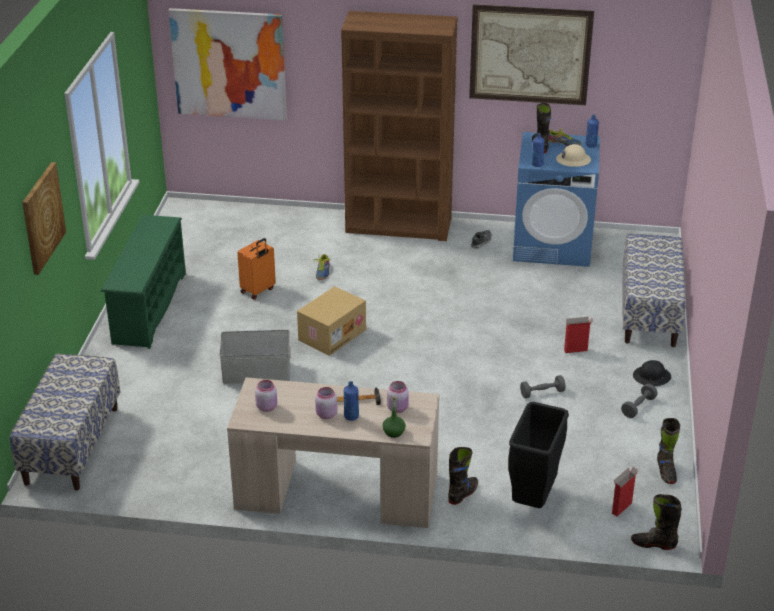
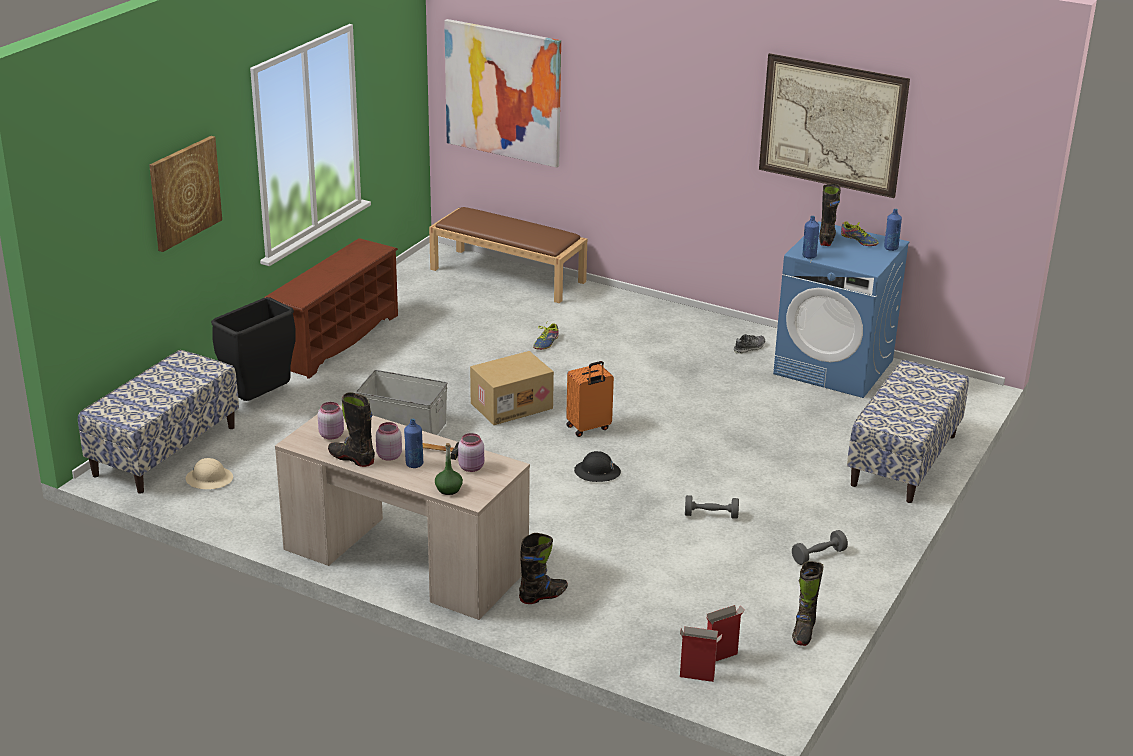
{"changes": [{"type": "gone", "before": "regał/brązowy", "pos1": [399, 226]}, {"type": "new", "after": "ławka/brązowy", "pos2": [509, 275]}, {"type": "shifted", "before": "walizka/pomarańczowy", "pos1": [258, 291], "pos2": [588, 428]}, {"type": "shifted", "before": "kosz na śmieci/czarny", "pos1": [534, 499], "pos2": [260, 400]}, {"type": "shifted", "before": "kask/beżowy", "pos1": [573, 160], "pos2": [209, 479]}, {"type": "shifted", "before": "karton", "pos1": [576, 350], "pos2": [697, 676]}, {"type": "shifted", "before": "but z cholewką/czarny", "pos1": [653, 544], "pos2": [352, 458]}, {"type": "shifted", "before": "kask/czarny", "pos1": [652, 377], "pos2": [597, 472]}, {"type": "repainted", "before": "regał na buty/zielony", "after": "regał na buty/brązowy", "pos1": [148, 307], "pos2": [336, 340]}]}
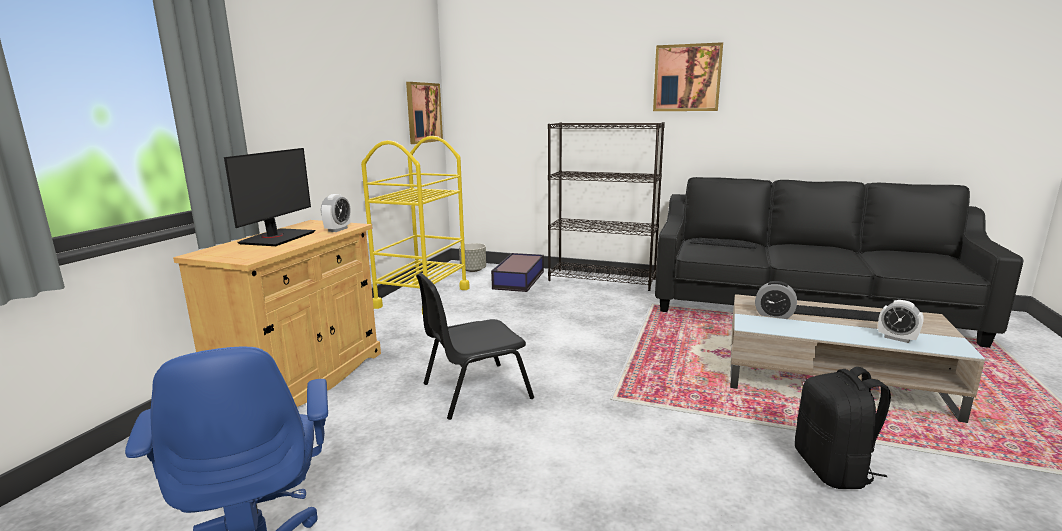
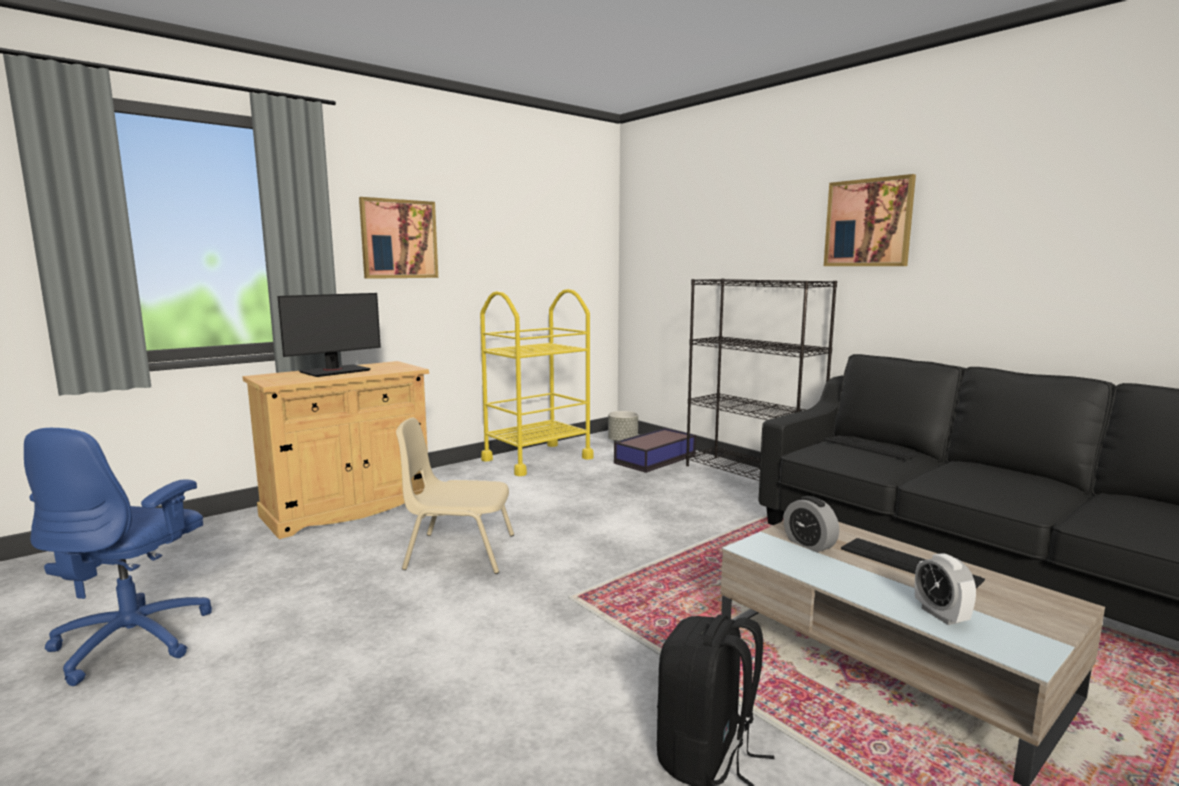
{"changes": [{"type": "gone", "before": "budzik", "pos1": [338, 229]}, {"type": "shifted", "before": "obraz", "pos1": [423, 112], "pos2": [399, 239]}, {"type": "repainted", "before": "krzesło/czarny", "after": "krzesło/beżowy", "pos1": [474, 391], "pos2": [459, 552]}]}
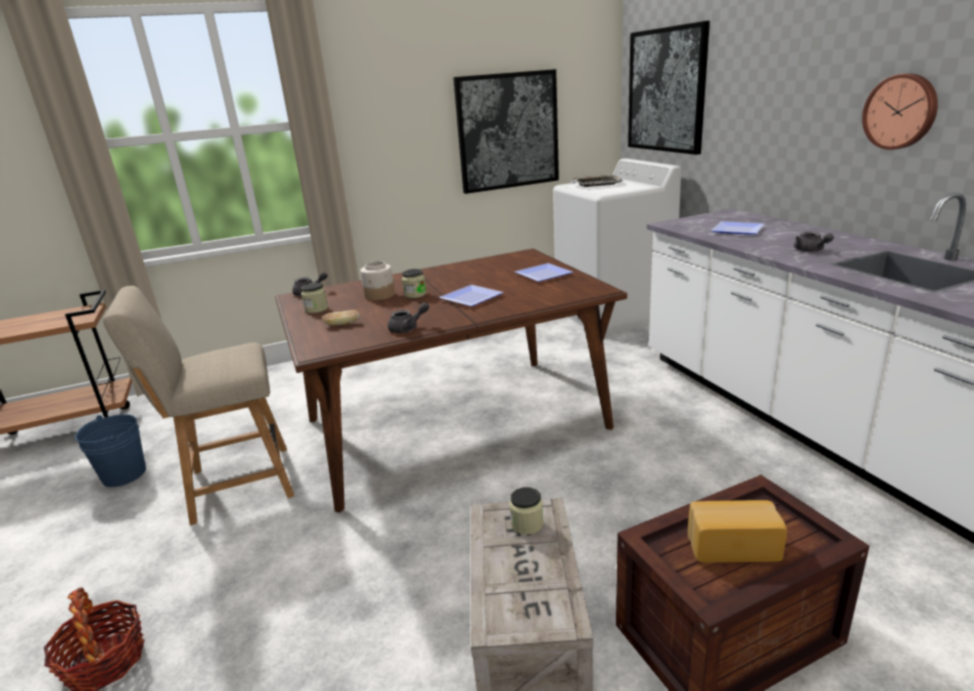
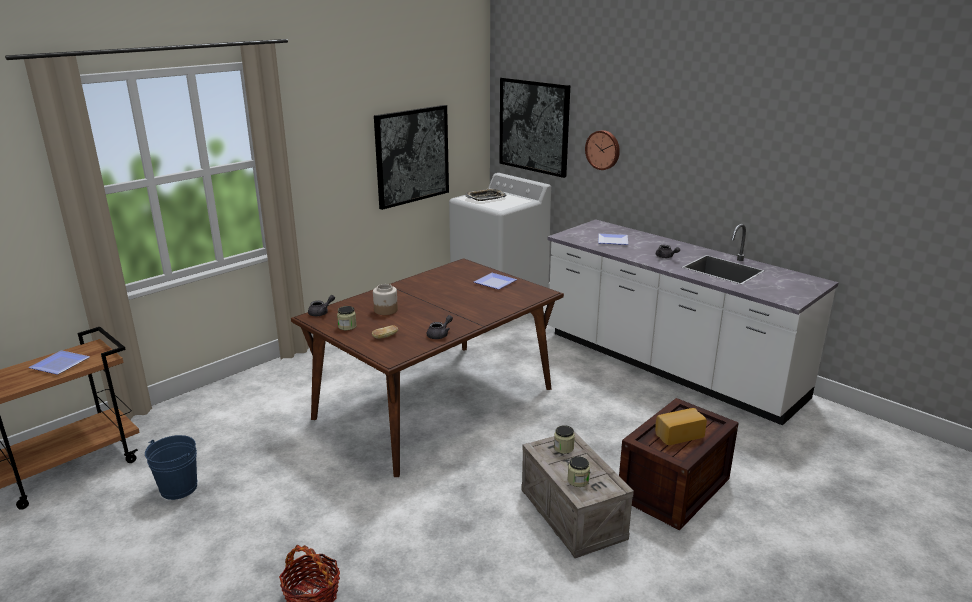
{"changes": [{"type": "gone", "before": "krzesło/beżowy", "pos1": [235, 485]}, {"type": "shifted", "before": "słoik", "pos1": [415, 294], "pos2": [578, 480]}, {"type": "shifted", "before": "talerz", "pos1": [469, 298], "pos2": [58, 365]}, {"type": "shifted", "before": "zegar ścienny", "pos1": [901, 112], "pos2": [603, 149]}]}
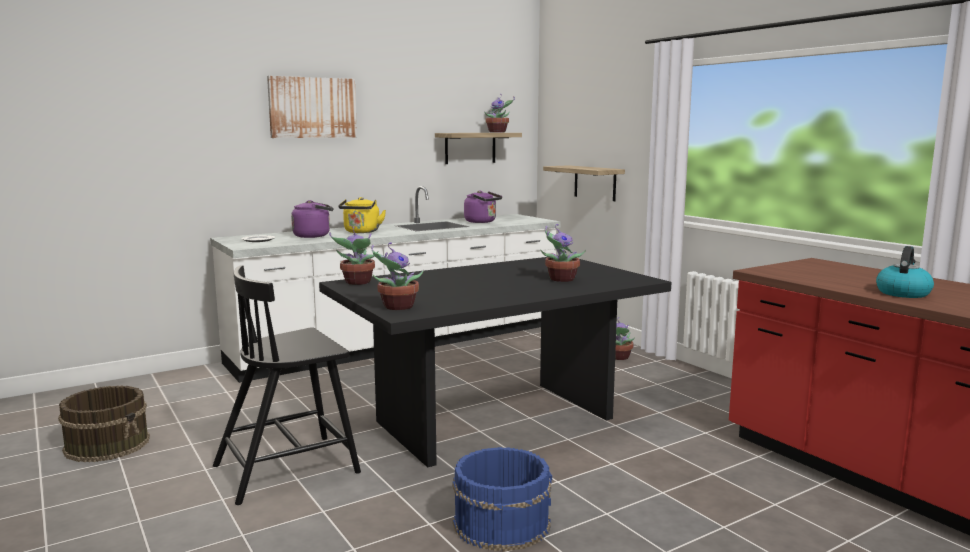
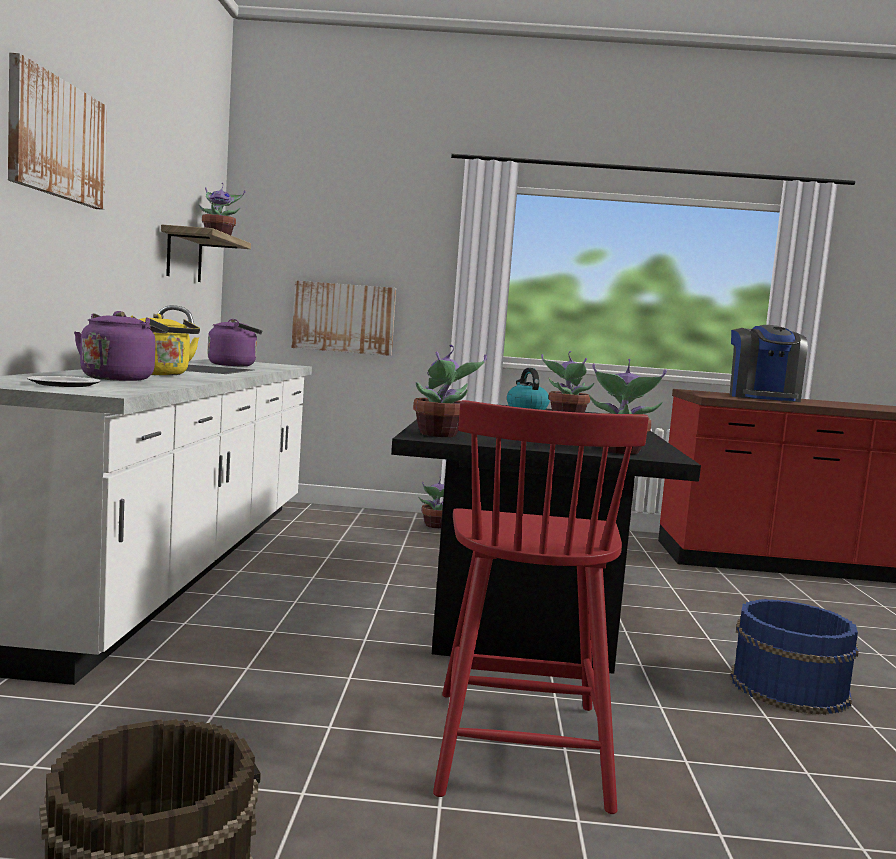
{"changes": [{"type": "new", "after": "ekspres do kawy", "pos2": [762, 398]}, {"type": "shifted", "before": "czajnik", "pos1": [902, 293], "pos2": [526, 408]}, {"type": "swapped", "before": "półka", "after": "obraz", "pos1": [595, 183], "pos2": [344, 318]}, {"type": "repainted", "before": "krzesło/czarny", "after": "krzesło/czerwony", "pos1": [289, 468], "pos2": [519, 744]}]}
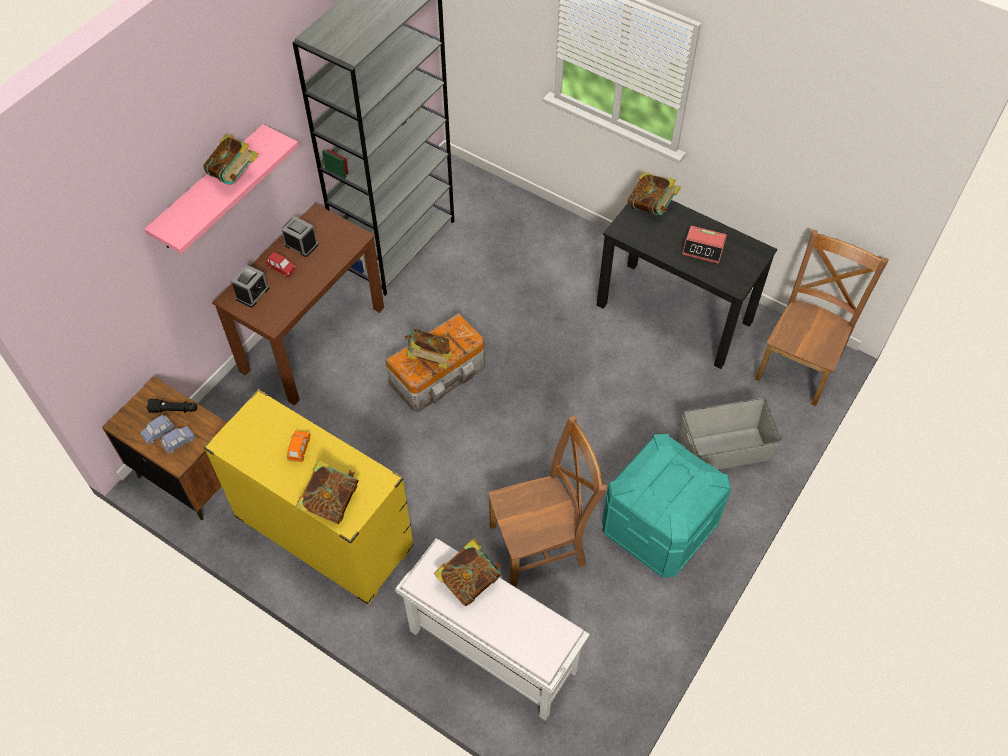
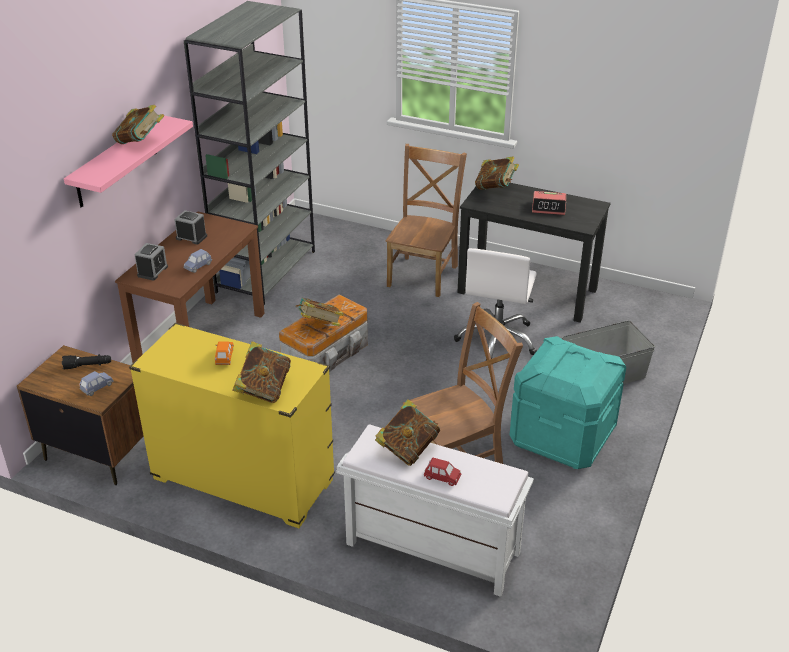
{"changes": [{"type": "new", "after": "krzesło biurowe/biały", "pos2": [497, 340]}, {"type": "shifted", "before": "samochodzik/niebieski", "pos1": [158, 433], "pos2": [198, 266]}, {"type": "shifted", "before": "samochodzik/czerwony", "pos1": [281, 269], "pos2": [442, 477]}, {"type": "shifted", "before": "krzesło/brązowy", "pos1": [799, 364], "pos2": [423, 274]}]}
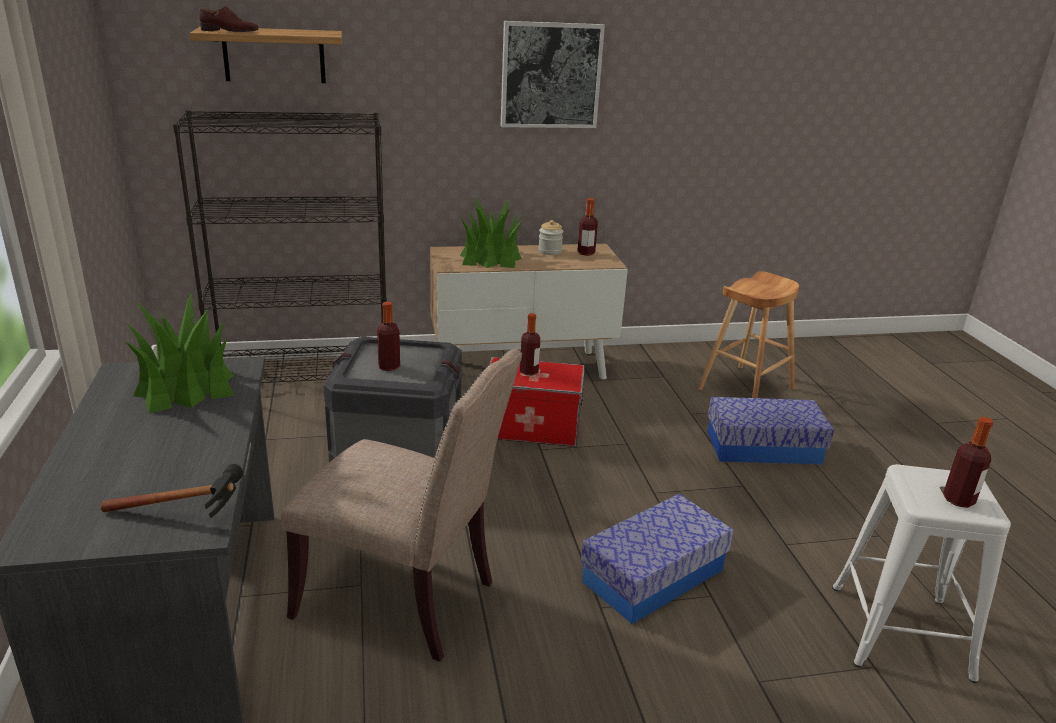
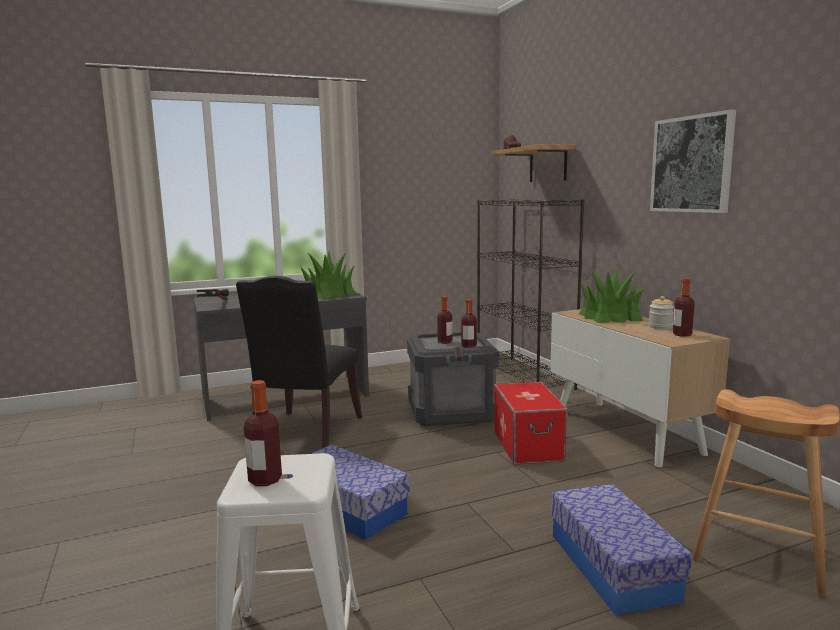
{"changes": [{"type": "shifted", "before": "butelka", "pos1": [529, 371], "pos2": [469, 346]}, {"type": "repainted", "before": "krzesło/beżowy", "after": "krzesło/czarny", "pos1": [404, 598], "pos2": [307, 434]}]}
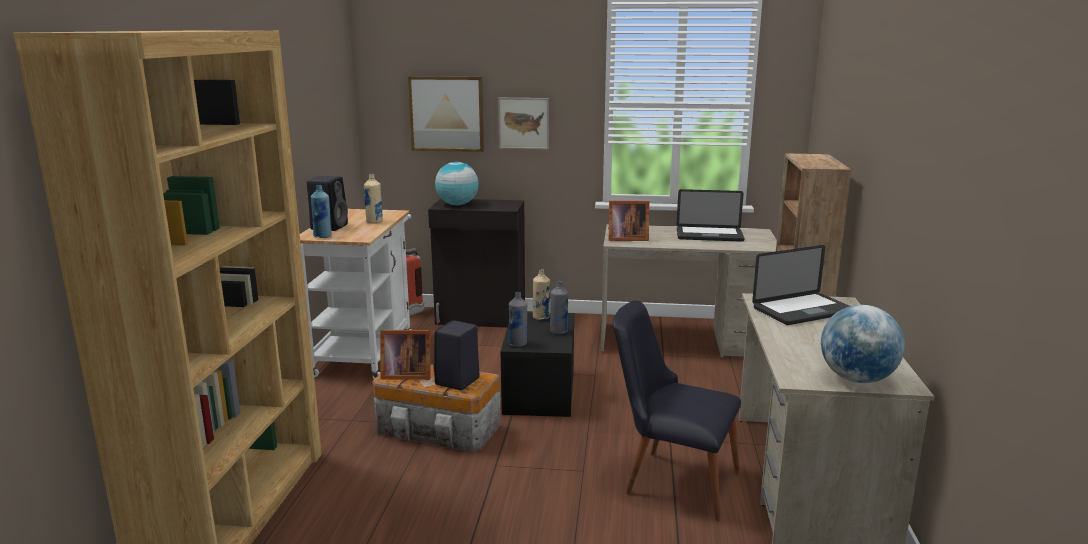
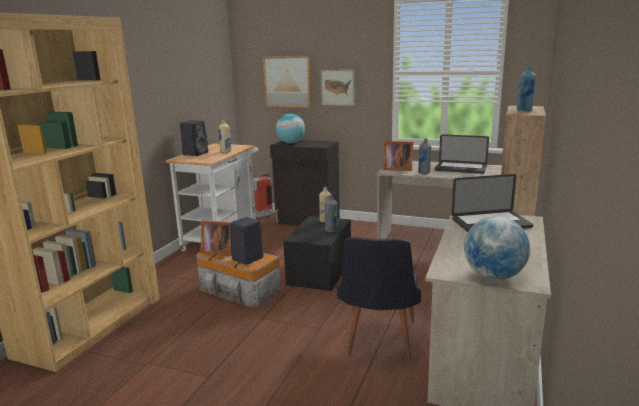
{"changes": [{"type": "shifted", "before": "butelka/niebieski", "pos1": [323, 236], "pos2": [524, 111]}, {"type": "shifted", "before": "butelka/szary", "pos1": [518, 344], "pos2": [424, 173]}, {"type": "rotated", "before": "krzesło/czarny", "pos1": [671, 479], "pos2": [379, 342], "turn": -120}]}
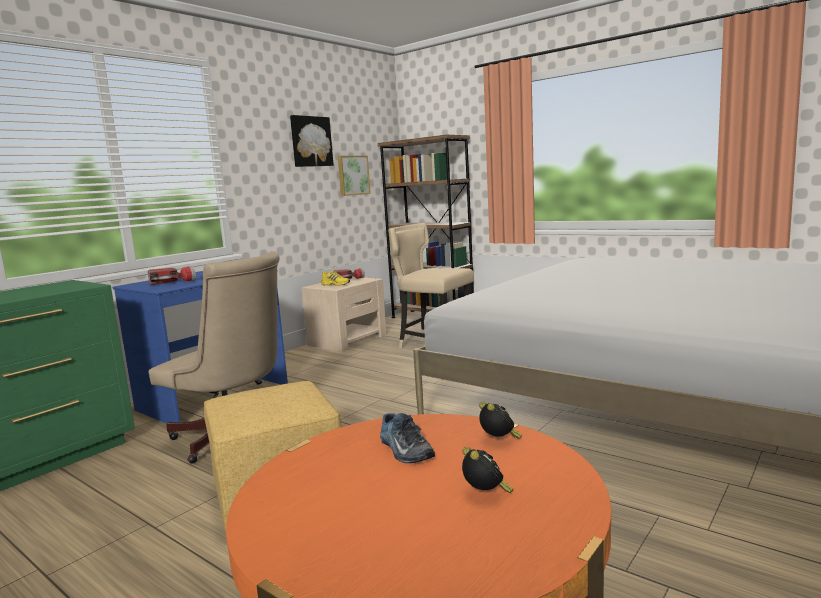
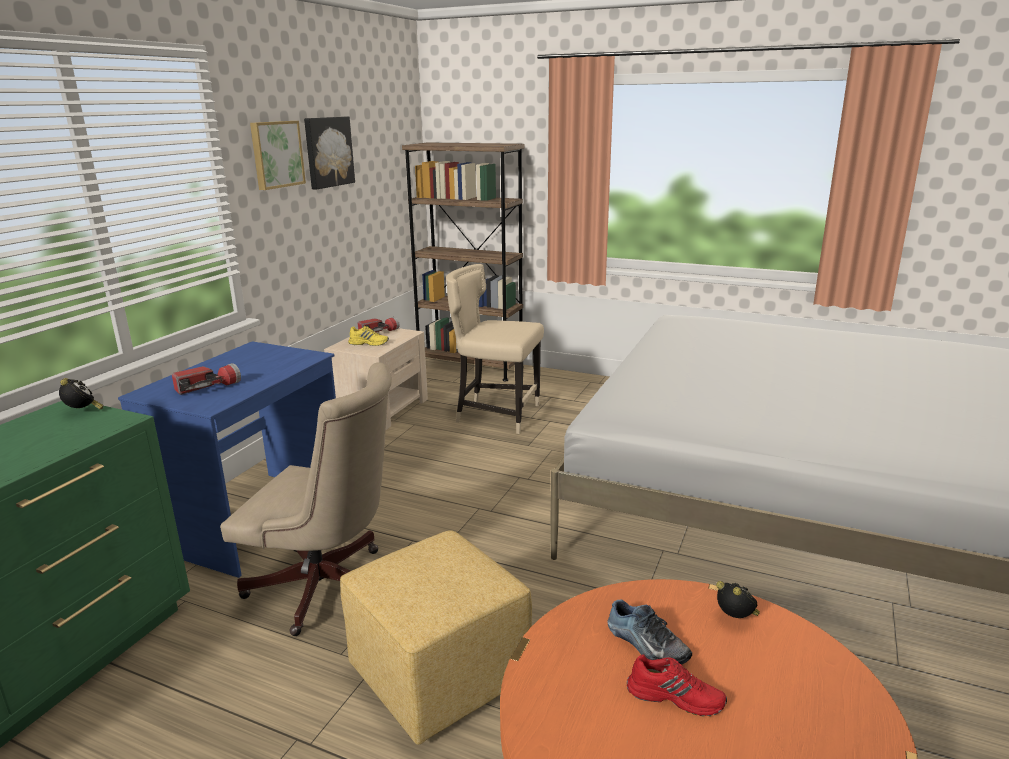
{"changes": [{"type": "new", "after": "but/czerwony", "pos2": [675, 696]}, {"type": "shifted", "before": "obraz", "pos1": [352, 175], "pos2": [276, 154]}, {"type": "shifted", "before": "budzik", "pos1": [486, 494], "pos2": [83, 412]}]}
